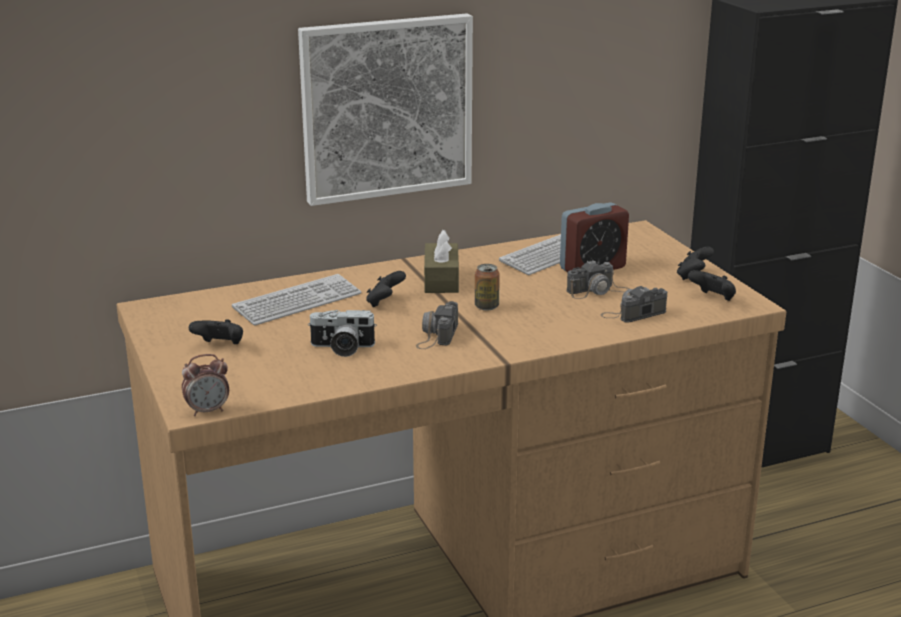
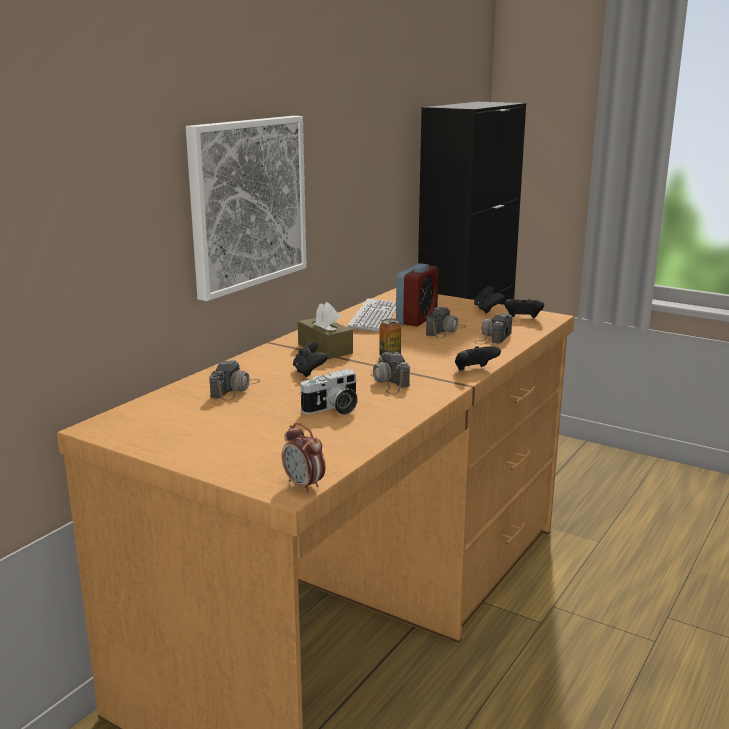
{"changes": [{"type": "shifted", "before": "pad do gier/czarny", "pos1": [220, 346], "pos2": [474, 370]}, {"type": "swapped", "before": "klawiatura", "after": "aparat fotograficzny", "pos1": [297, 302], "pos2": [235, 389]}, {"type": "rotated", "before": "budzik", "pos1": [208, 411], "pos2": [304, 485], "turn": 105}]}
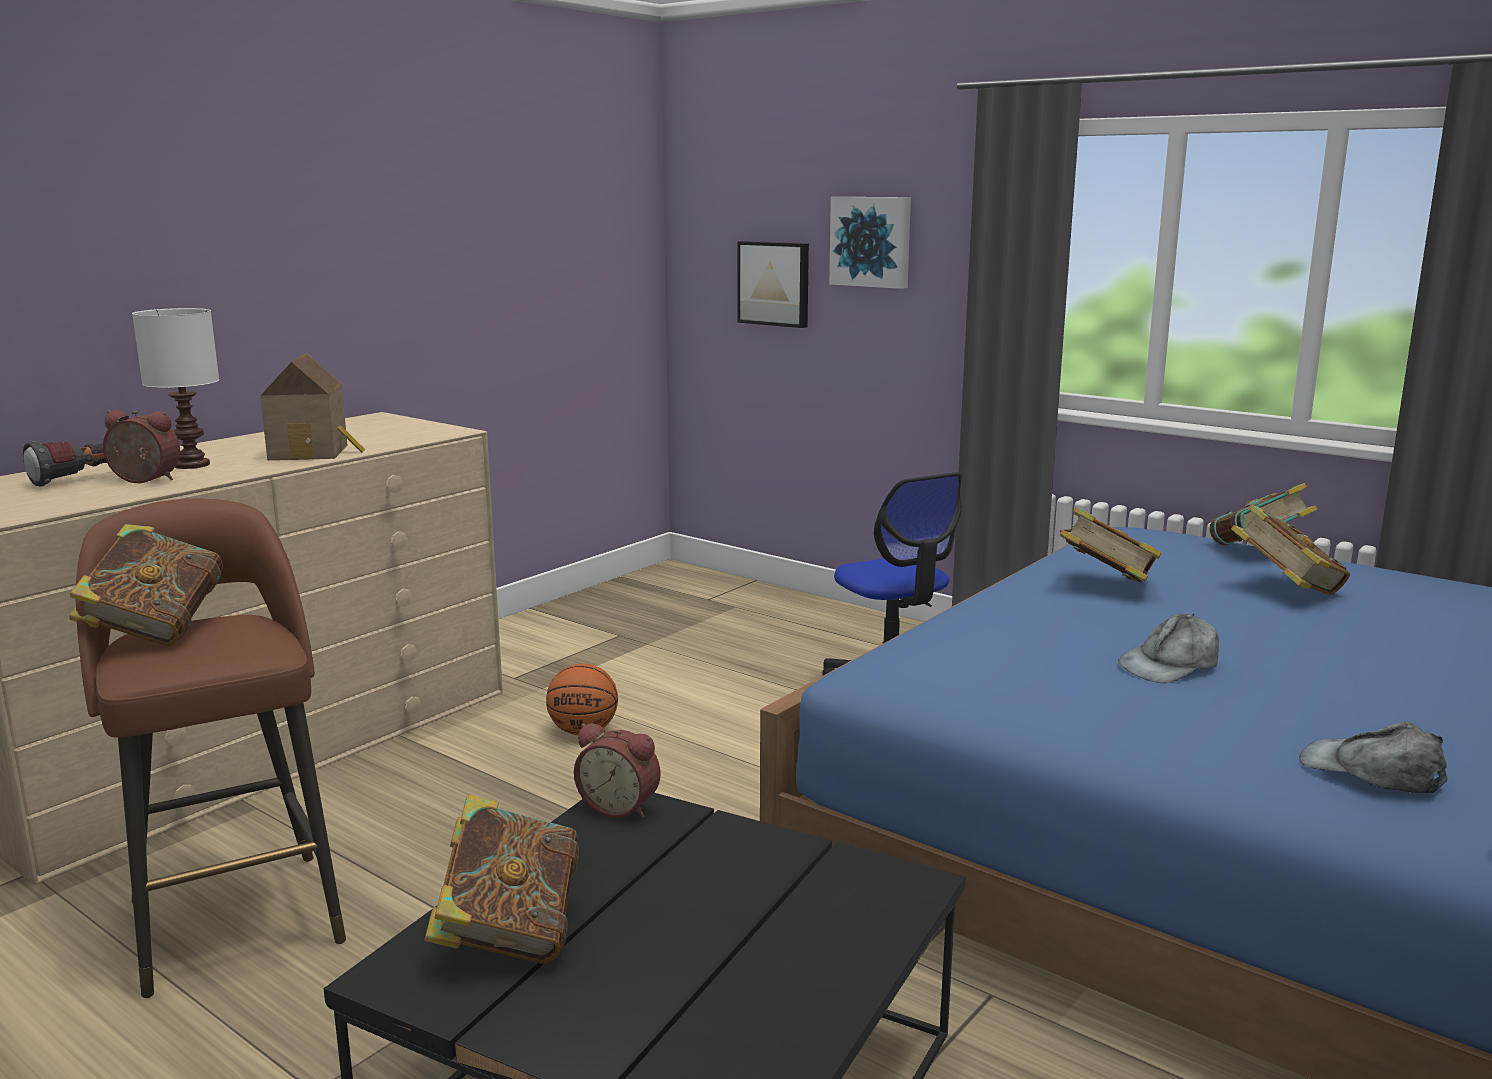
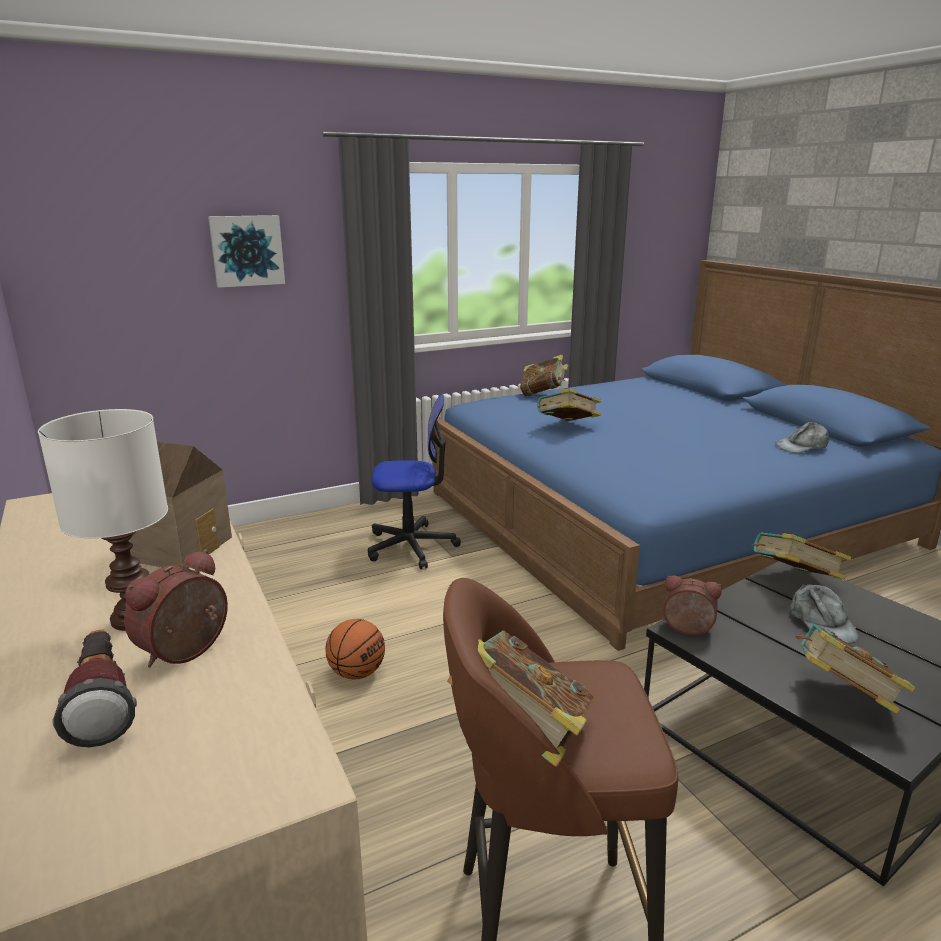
{"changes": [{"type": "gone", "before": "obraz", "pos1": [775, 283]}, {"type": "shifted", "before": "czapka z daszkiem/szary", "pos1": [1170, 664], "pos2": [821, 623]}, {"type": "shifted", "before": "książka", "pos1": [1285, 590], "pos2": [793, 581]}, {"type": "rotated", "before": "budzik", "pos1": [620, 806], "pos2": [687, 630], "turn": -120}]}
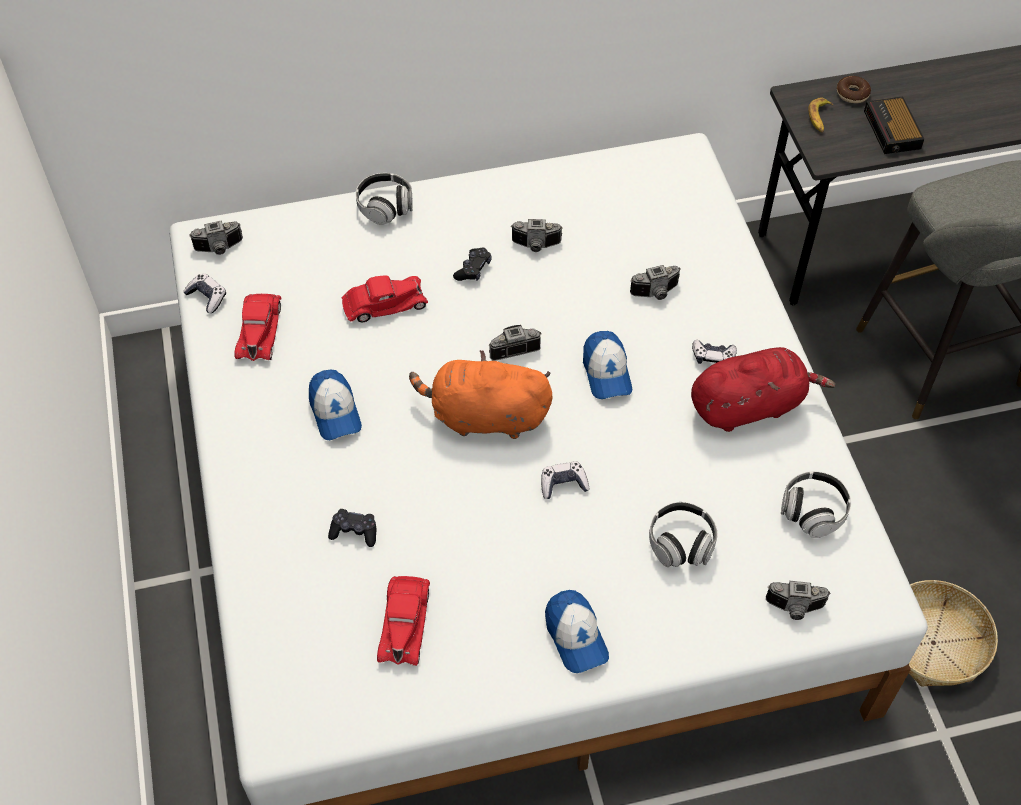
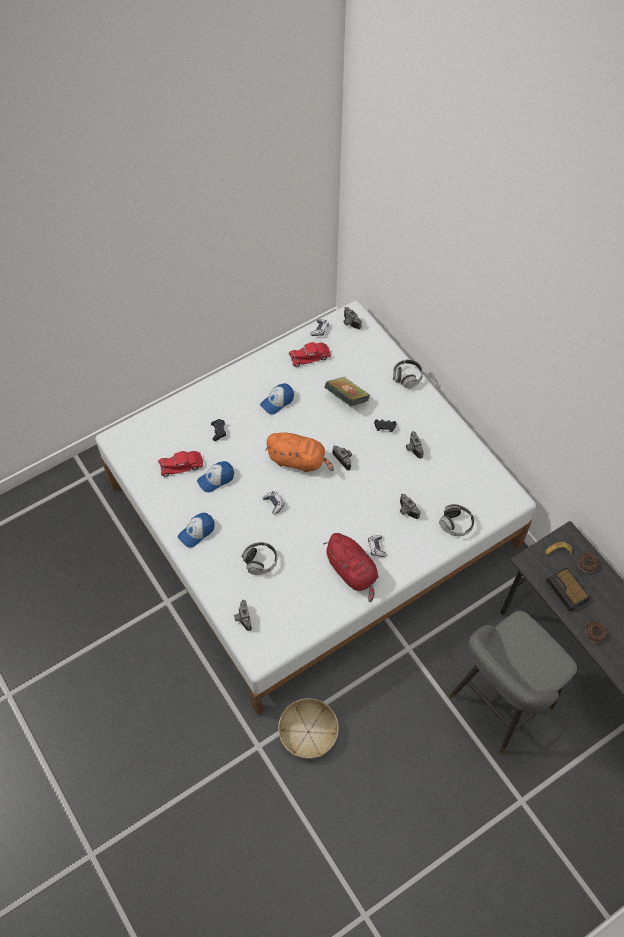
{"changes": [{"type": "new", "after": "donut", "pos2": [595, 633]}, {"type": "shifted", "before": "czapka z daszkiem", "pos1": [606, 372], "pos2": [216, 479]}, {"type": "shifted", "before": "słuchawki", "pos1": [813, 511], "pos2": [456, 524]}, {"type": "swapped", "before": "samochodzik/czerwony", "after": "książka", "pos1": [384, 304], "pos2": [346, 398]}, {"type": "rotated", "before": "pluszak/pomarańczowy", "pos1": [484, 416], "pos2": [299, 460], "turn": 120}, {"type": "rotated", "before": "budzik", "pos1": [892, 131], "pos2": [567, 591], "turn": -90}]}
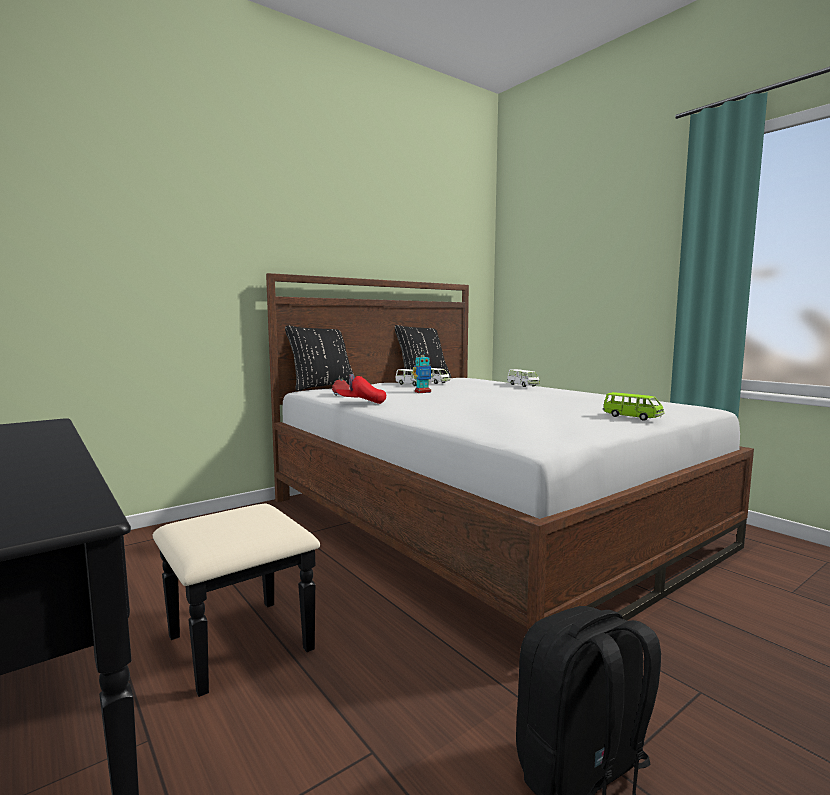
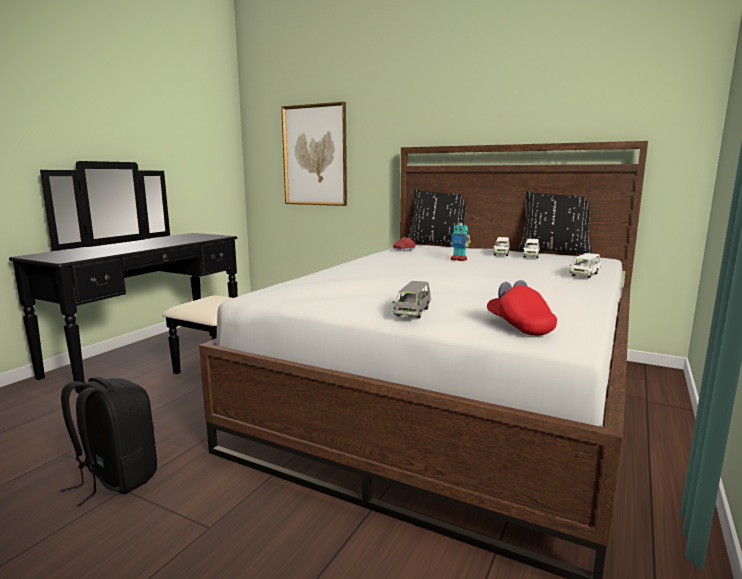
{"changes": [{"type": "new", "after": "obraz", "pos2": [315, 155]}, {"type": "shifted", "before": "czapka z daszkiem/czerwony", "pos1": [361, 403], "pos2": [519, 326]}, {"type": "repainted", "before": "samochodzik/zielony", "after": "samochodzik/szary", "pos1": [632, 417], "pos2": [412, 312]}]}
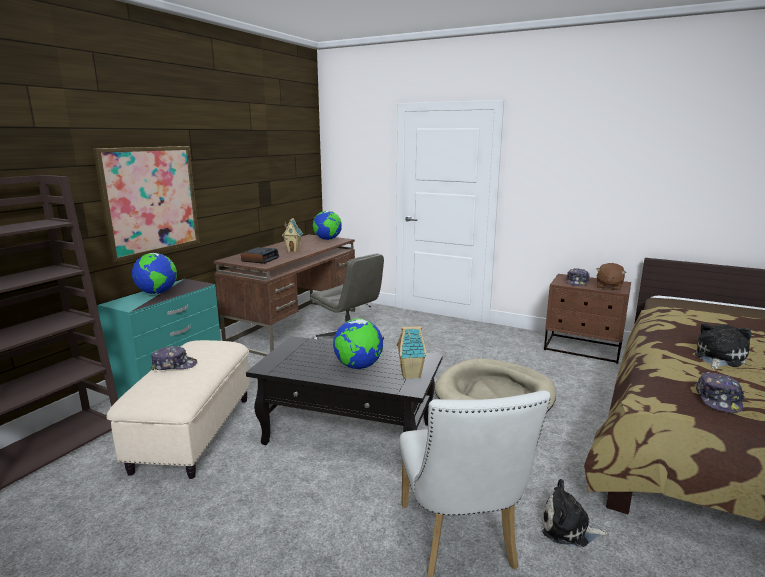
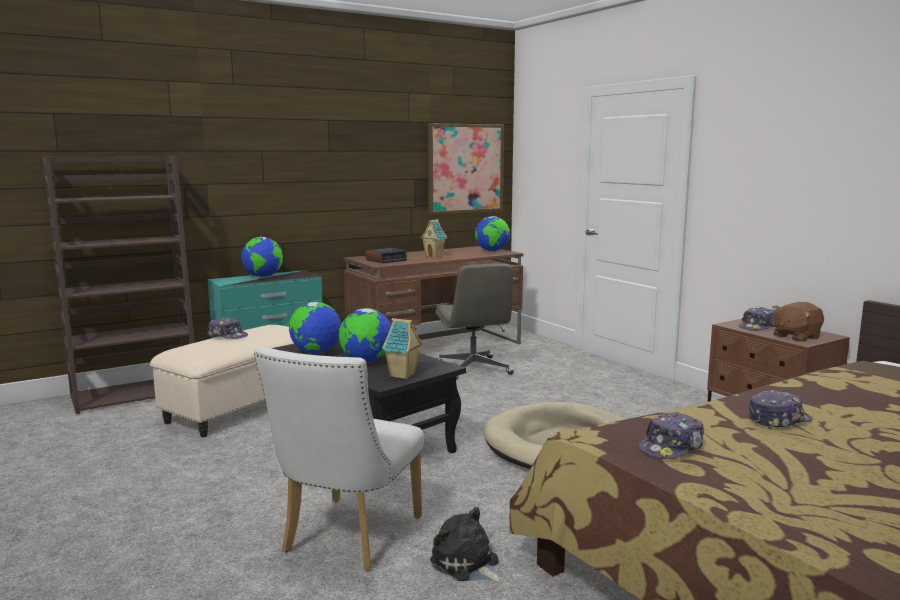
{"changes": [{"type": "new", "after": "globus", "pos2": [316, 353]}, {"type": "shifted", "before": "obraz", "pos1": [150, 200], "pos2": [465, 168]}, {"type": "swapped", "before": "pluszak", "after": "czapka z daszkiem", "pos1": [718, 358], "pos2": [778, 419]}]}
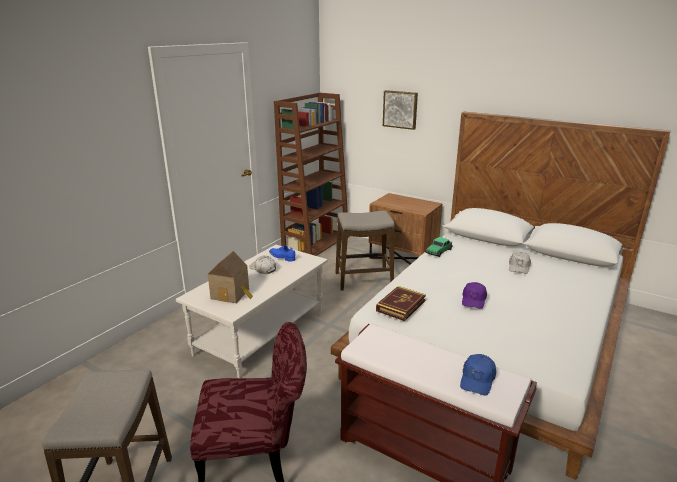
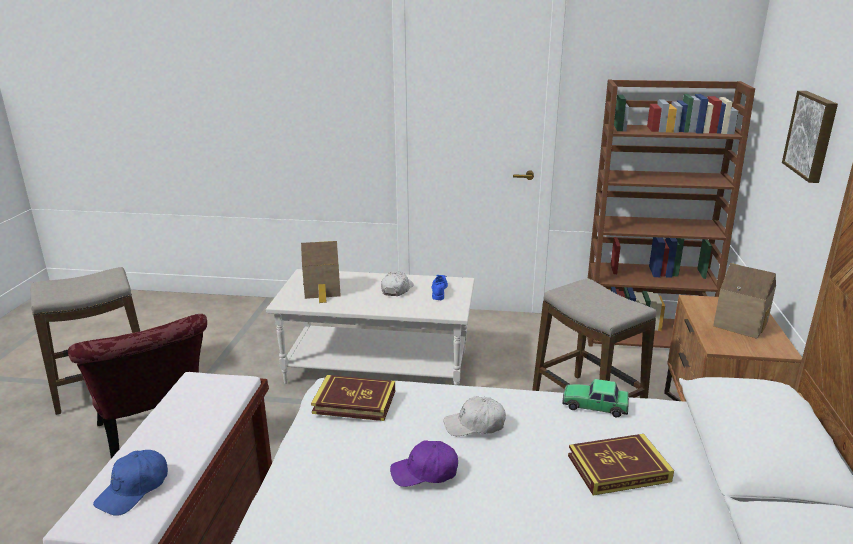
{"changes": [{"type": "new", "after": "książka", "pos2": [618, 468]}, {"type": "new", "after": "domek", "pos2": [740, 323]}, {"type": "shifted", "before": "czapka z daszkiem/biały", "pos1": [519, 267], "pos2": [475, 425]}, {"type": "rotated", "before": "czapka z daszkiem/niebieski", "pos1": [477, 379], "pos2": [134, 489], "turn": -60}]}
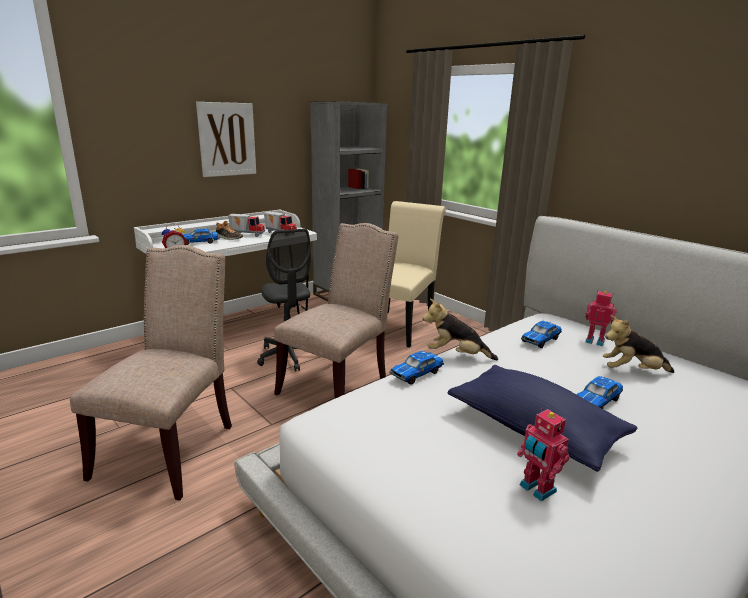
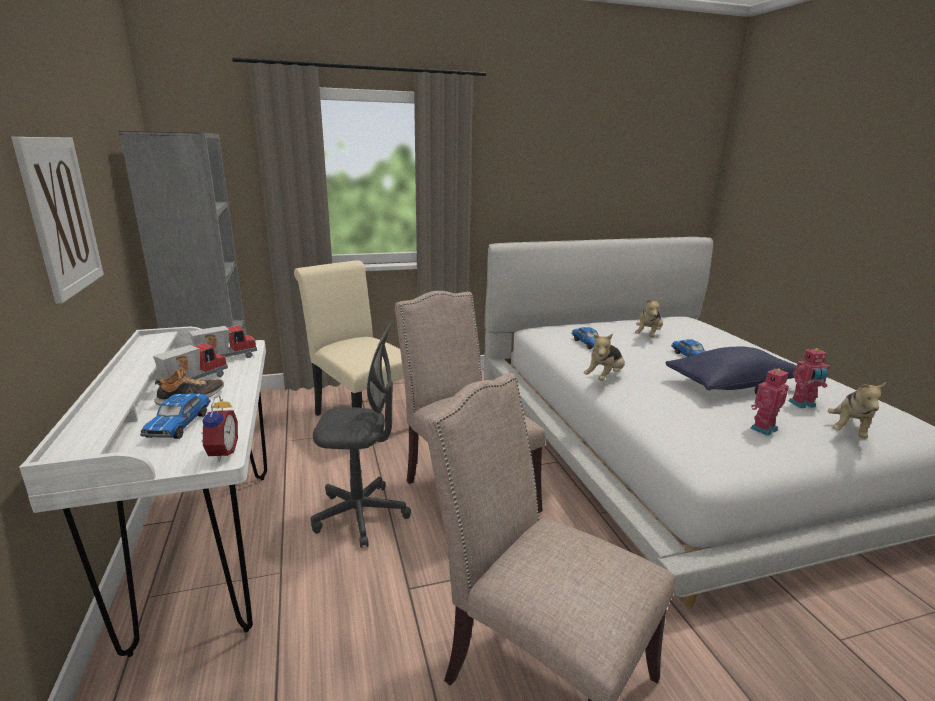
{"changes": [{"type": "gone", "before": "samochodzik", "pos1": [417, 373]}, {"type": "new", "after": "pluszak", "pos2": [849, 431]}, {"type": "shifted", "before": "robot zabawkowy", "pos1": [595, 341], "pos2": [762, 428]}]}
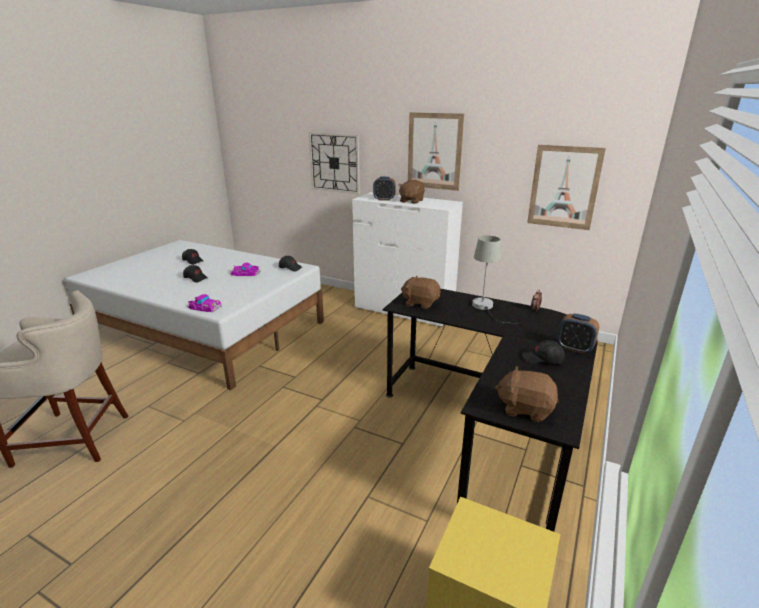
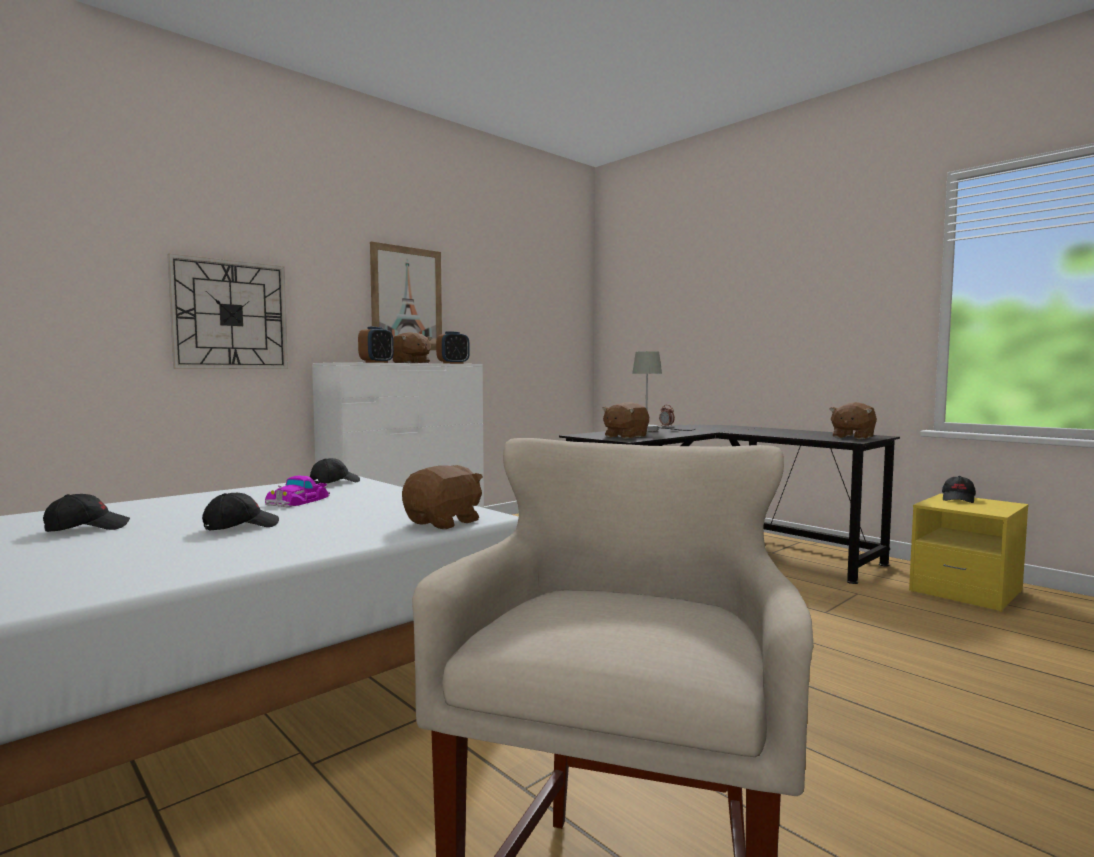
{"changes": [{"type": "gone", "before": "obraz", "pos1": [564, 187]}, {"type": "shifted", "before": "czapka z daszkiem/czarny", "pos1": [542, 359], "pos2": [958, 499]}, {"type": "shifted", "before": "budzik", "pos1": [574, 348], "pos2": [453, 363]}, {"type": "swapped", "before": "samochodzik", "after": "pluszak/brązowy", "pos1": [204, 307], "pos2": [444, 522]}]}
